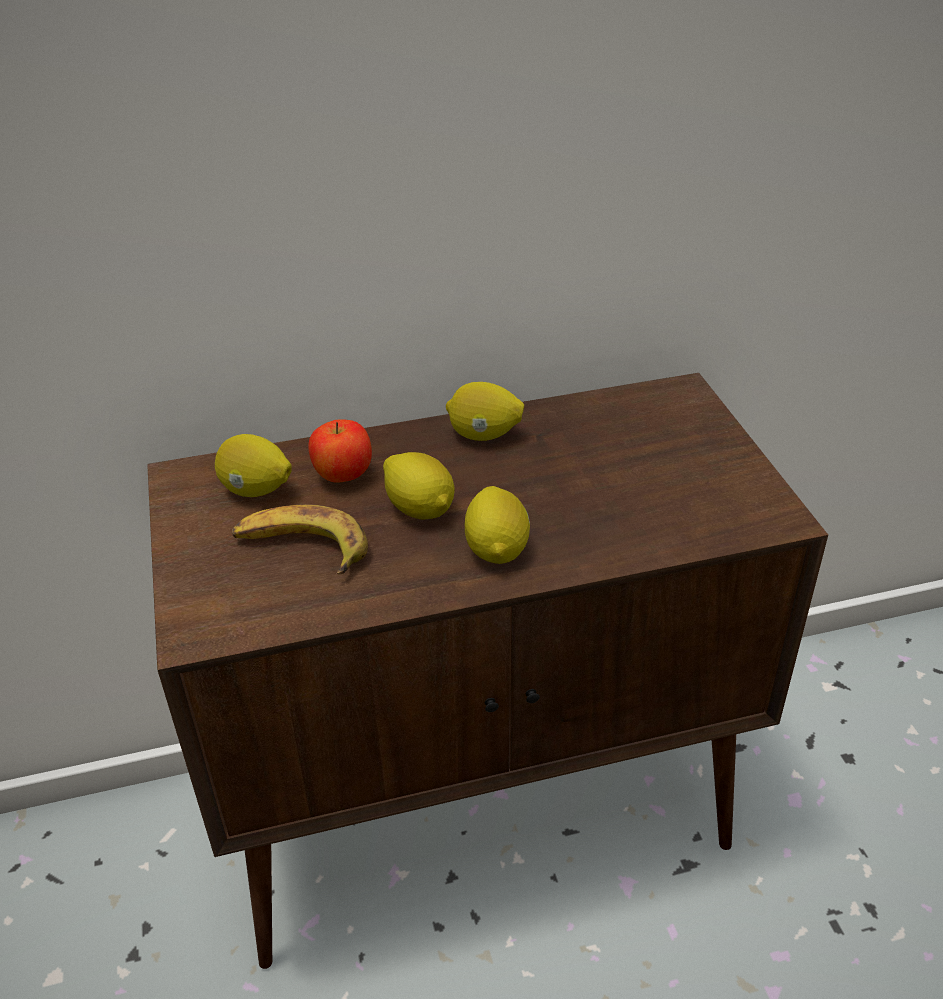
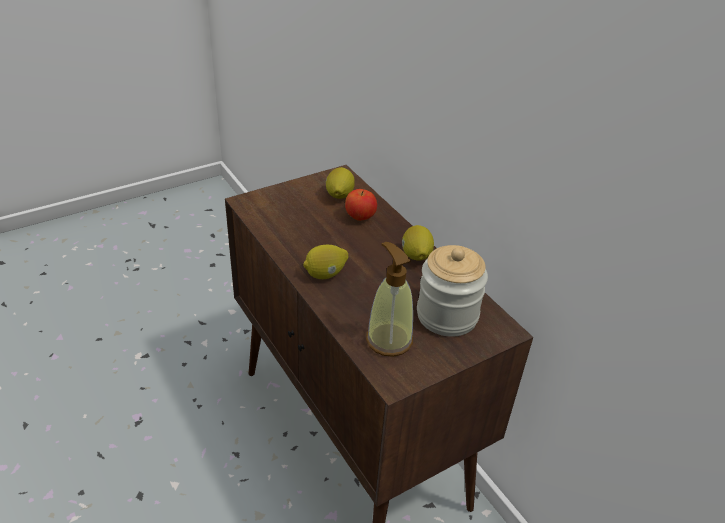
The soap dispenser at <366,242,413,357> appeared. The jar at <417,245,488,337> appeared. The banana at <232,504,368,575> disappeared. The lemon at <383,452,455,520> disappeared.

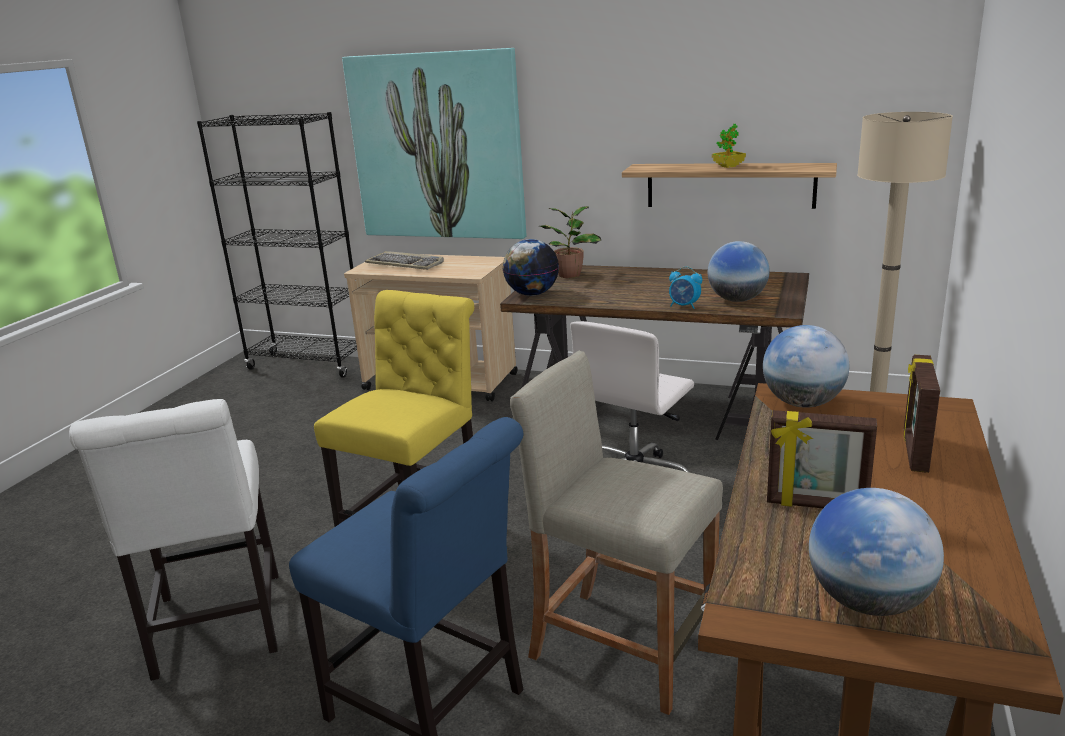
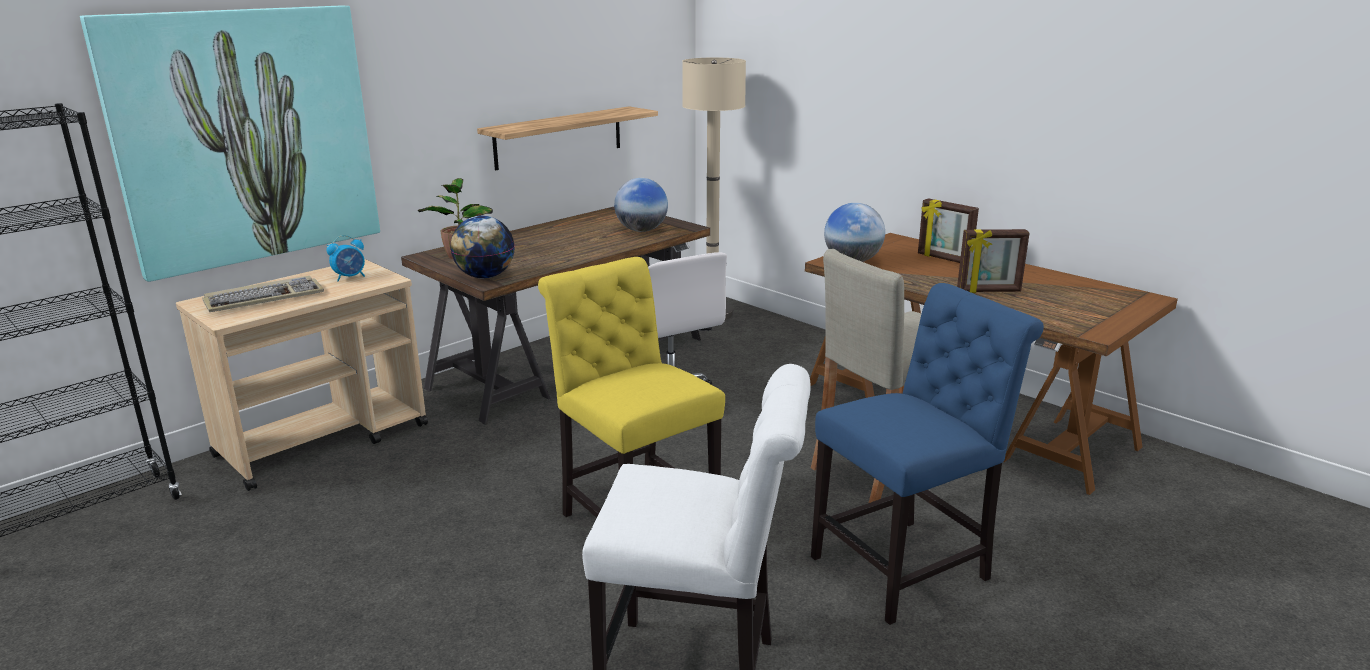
The alarm clock moved from <669,266,702,309> to <327,235,365,281>. The picture frame at <767,410,877,509> turned 45 degrees clockwise. The potted plant at <712,124,746,168> disappeared. The globe at <809,488,944,616> disappeared.

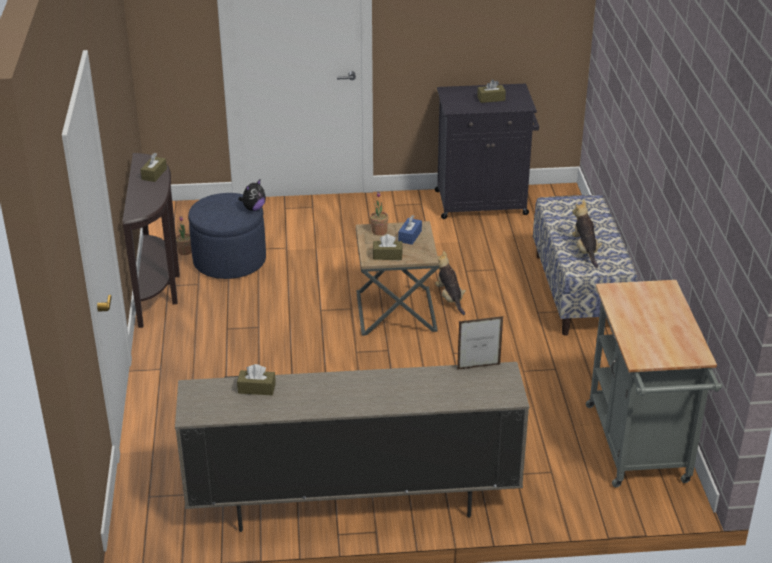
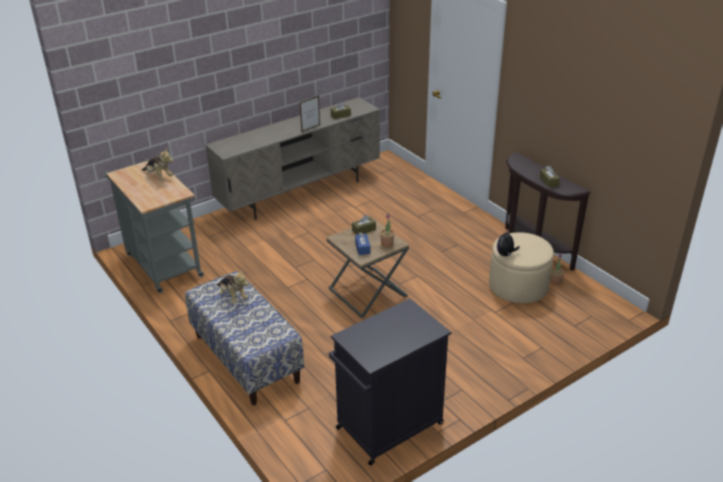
The plush toy moved from <435,251,466,315> to <142,149,173,180>. The picture frame moved from <457,316,503,370> to <300,96,320,133>. The blue ottoman at <188,193,266,279> became the beige ottoman at <489,232,554,303>. The brown tissue box at <477,79,506,103> disappeared.

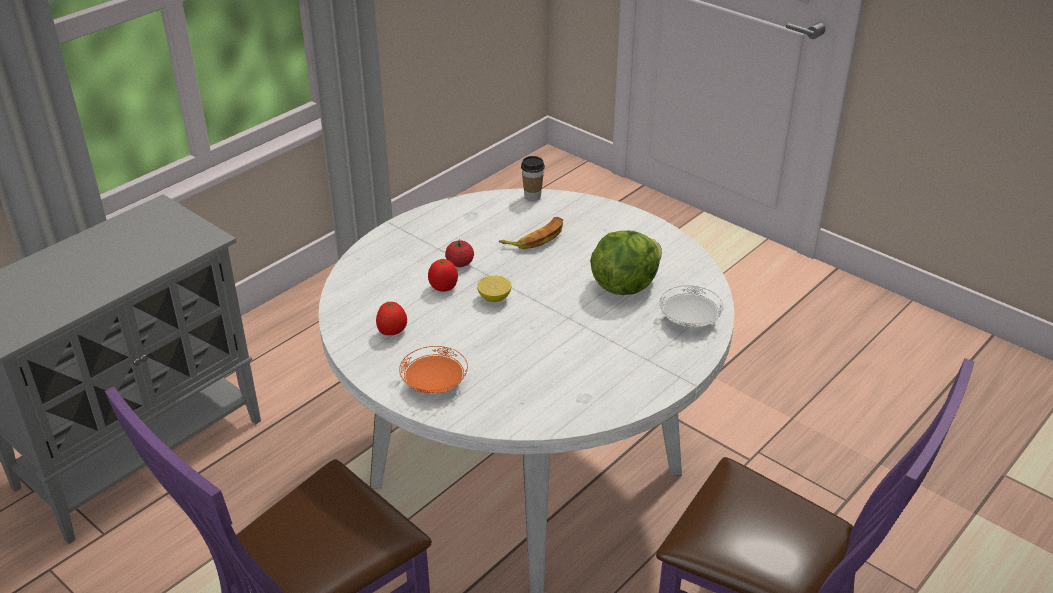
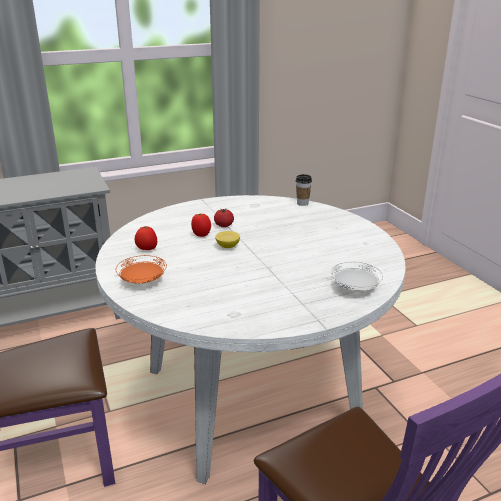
The banana at <499,217,563,249> disappeared. The lettuce at <590,231,662,295> disappeared.

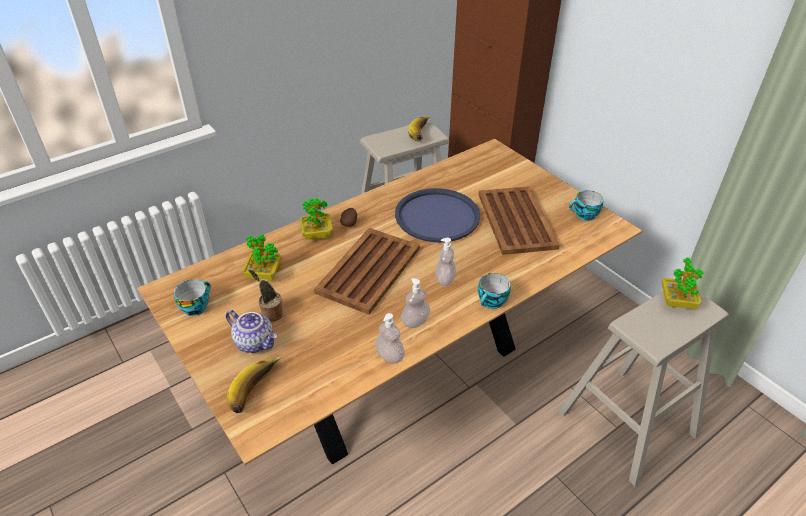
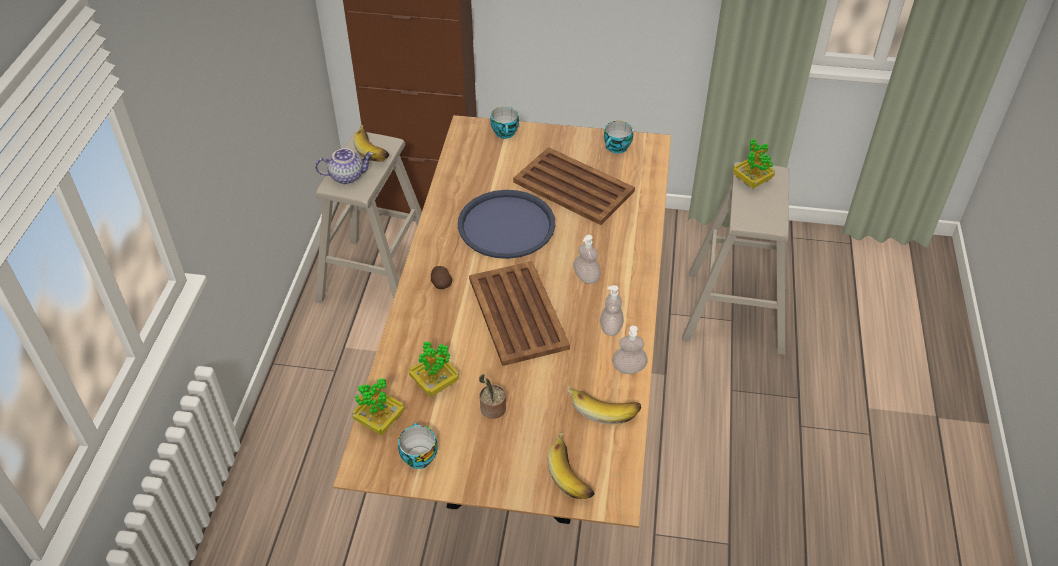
The teapot moved from <226,310,277,353> to <315,148,373,184>. The potted plant moved from <300,198,333,240> to <352,378,404,435>. The cup moved from <478,273,510,309> to <490,107,519,139>. The banana at <567,385,641,425> appeared.

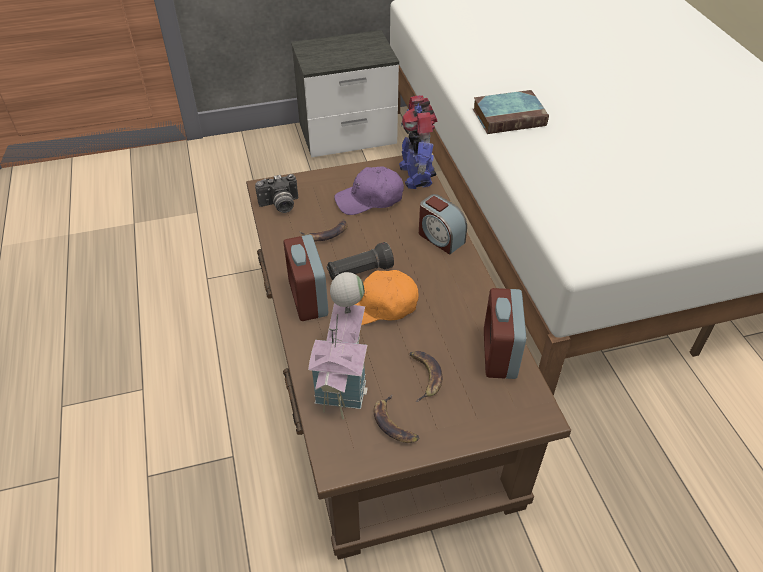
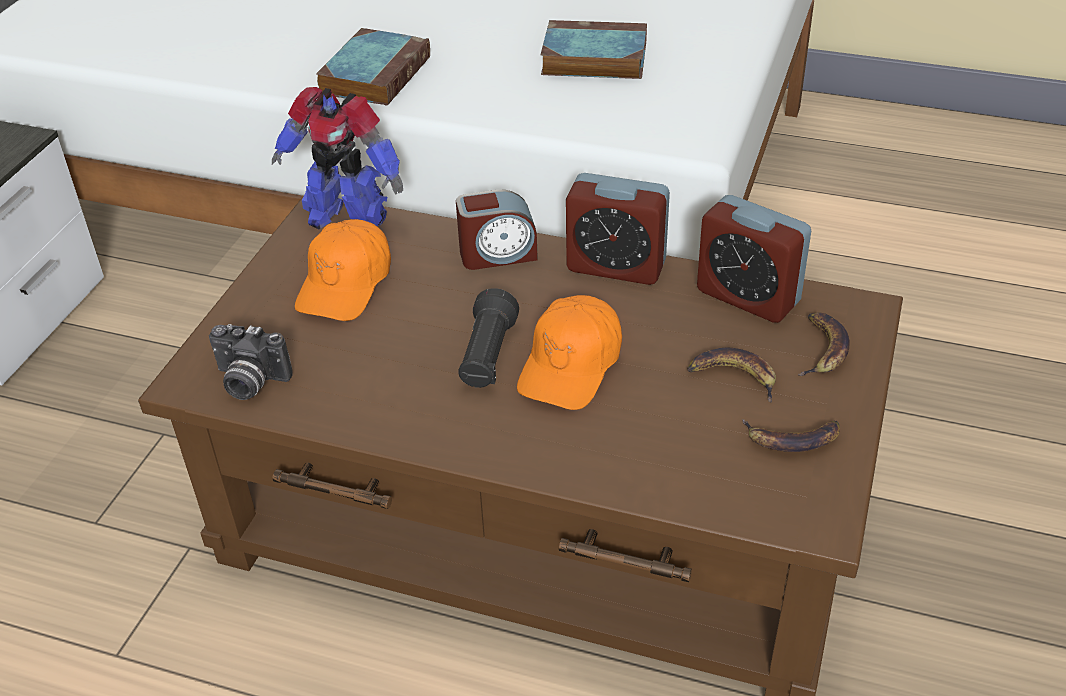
The photo camera at <255,174,298,213> turned 90 degrees clockwise. The purple cap at <334,166,404,215> became the orange cap at <295,219,391,321>. The book at <541,20,647,79> appeared. The alarm clock moved from <284,235,328,321> to <566,173,670,285>. The banana moved from <300,219,348,241> to <798,313,850,376>. The toy house at <308,272,368,419> disappeared.

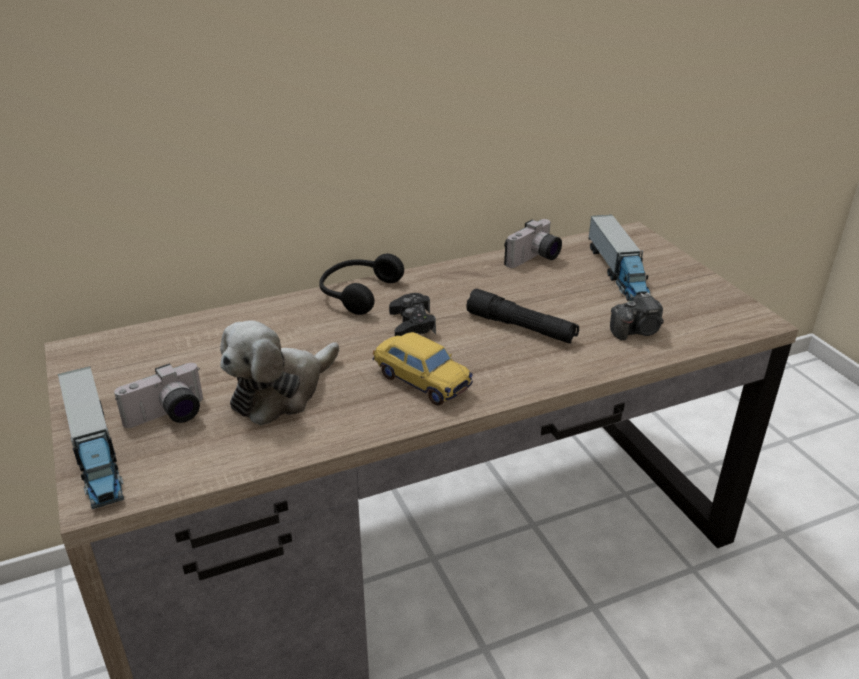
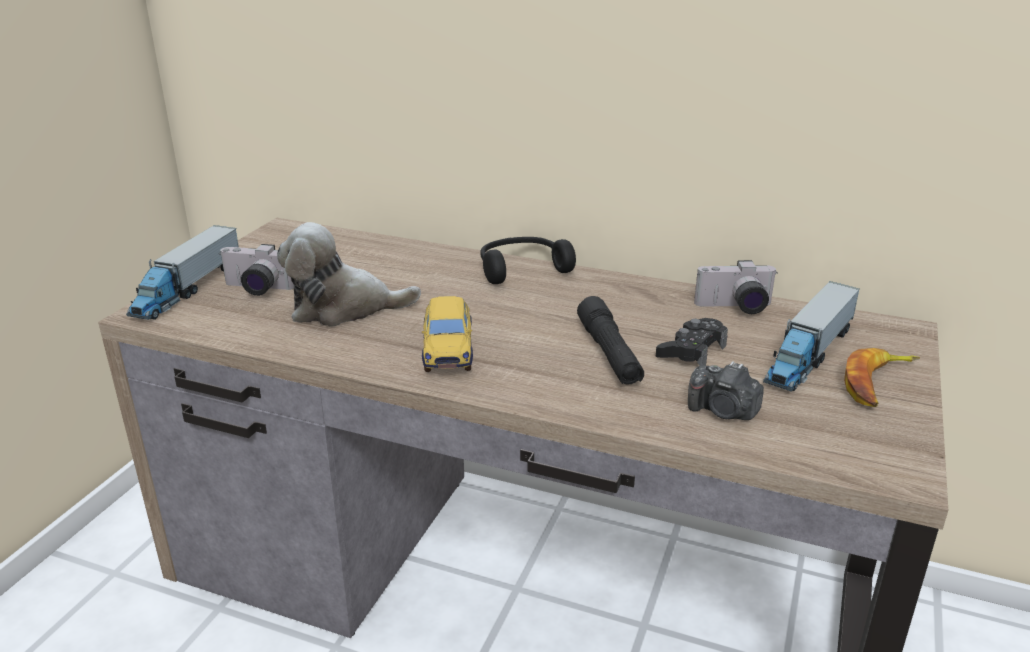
The black game controller moved from <389,293,436,336> to <656,318,728,366>. The banana at <844,348,920,407> appeared.

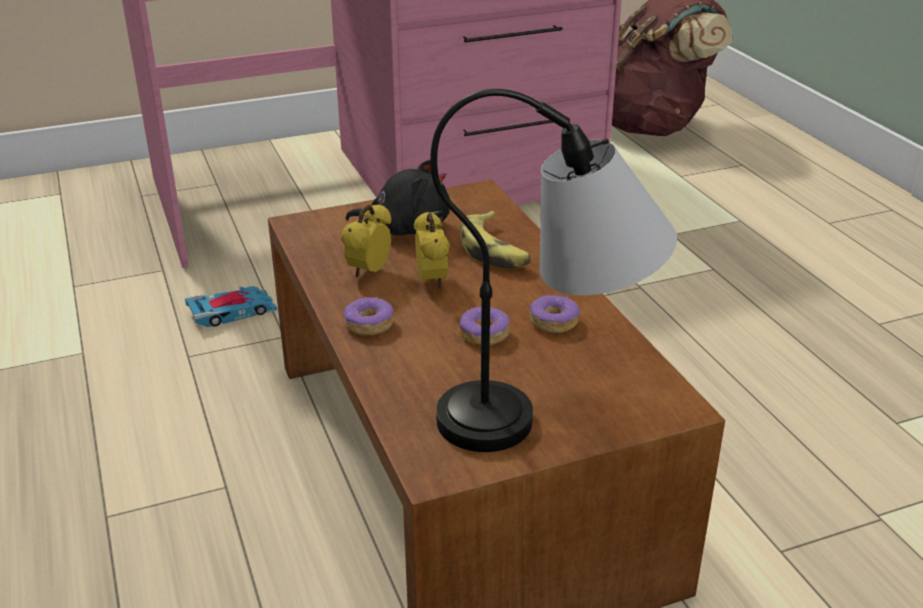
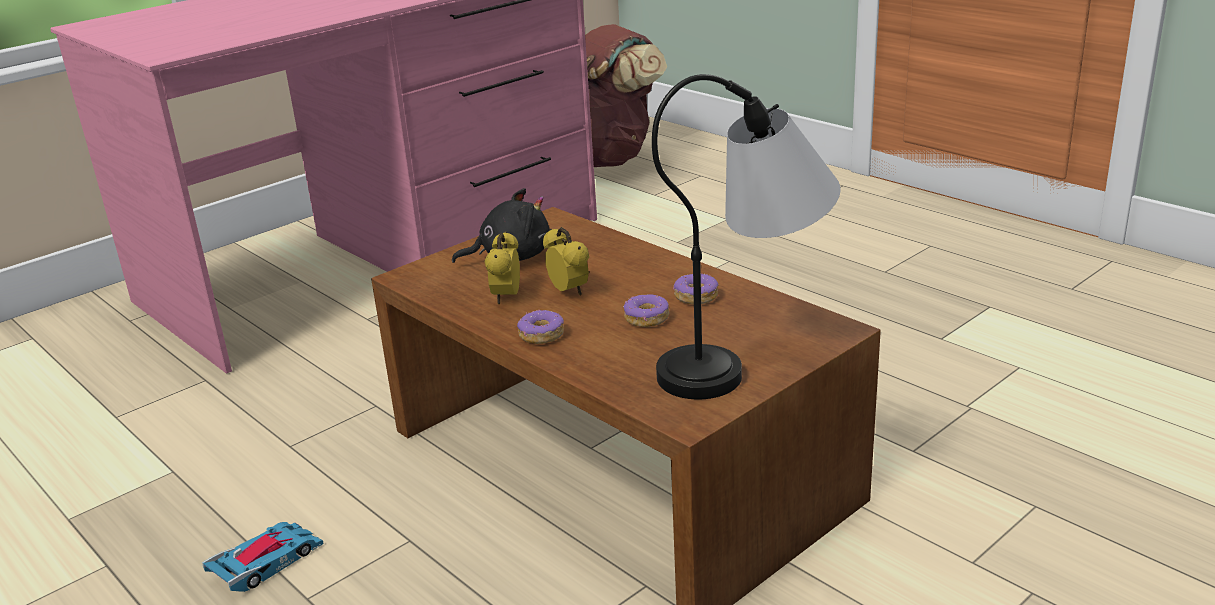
The toy car moved from <185,286,277,327> to <202,522,324,592>. The banana at <460,211,532,268> disappeared.

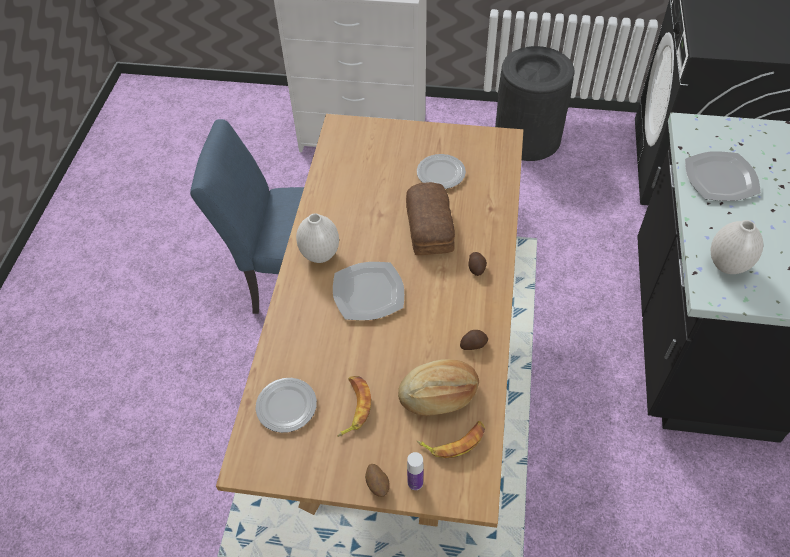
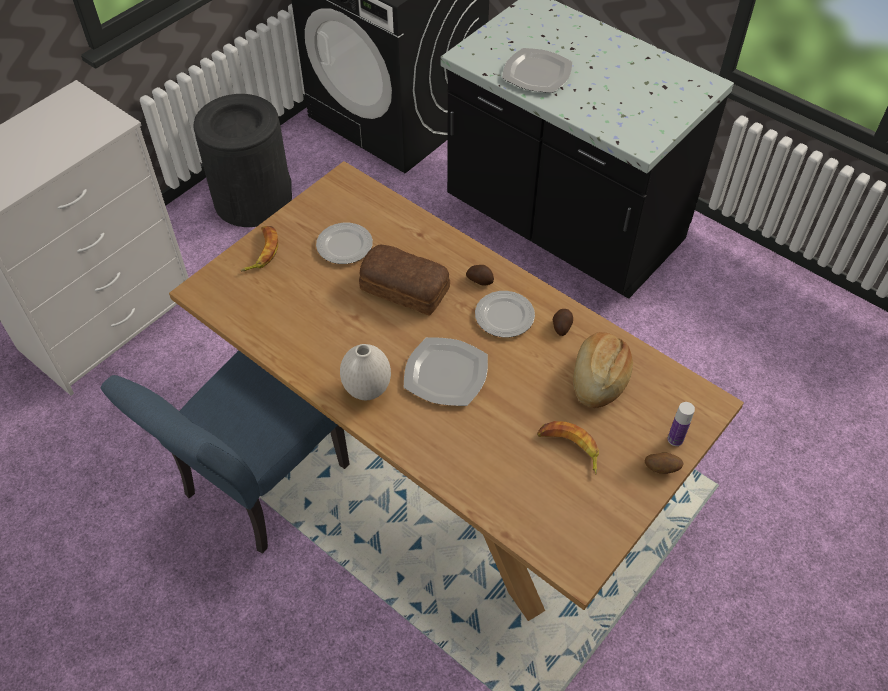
The banana moved from <416,421,485,458> to <240,226,278,271>. The plate moved from <255,378,317,433> to <475,291,535,337>. The white vase at <711,220,763,274> disappeared.

